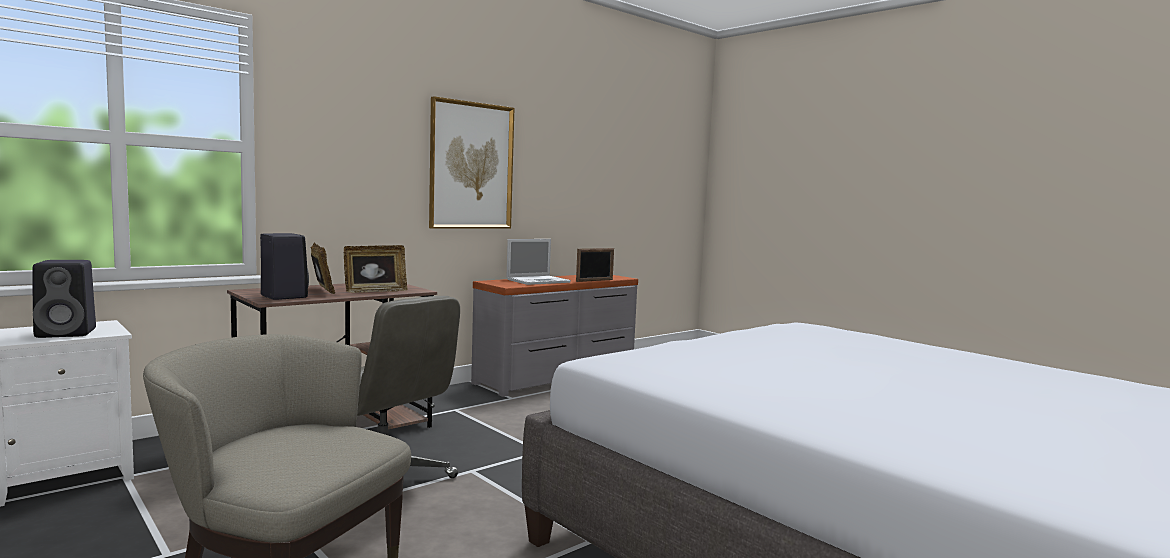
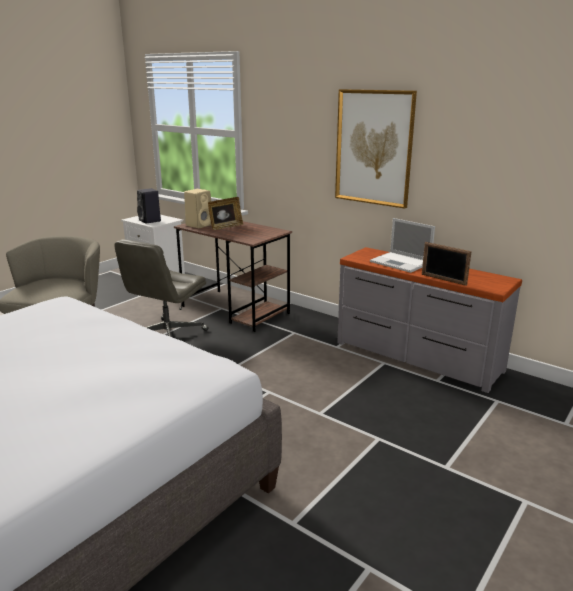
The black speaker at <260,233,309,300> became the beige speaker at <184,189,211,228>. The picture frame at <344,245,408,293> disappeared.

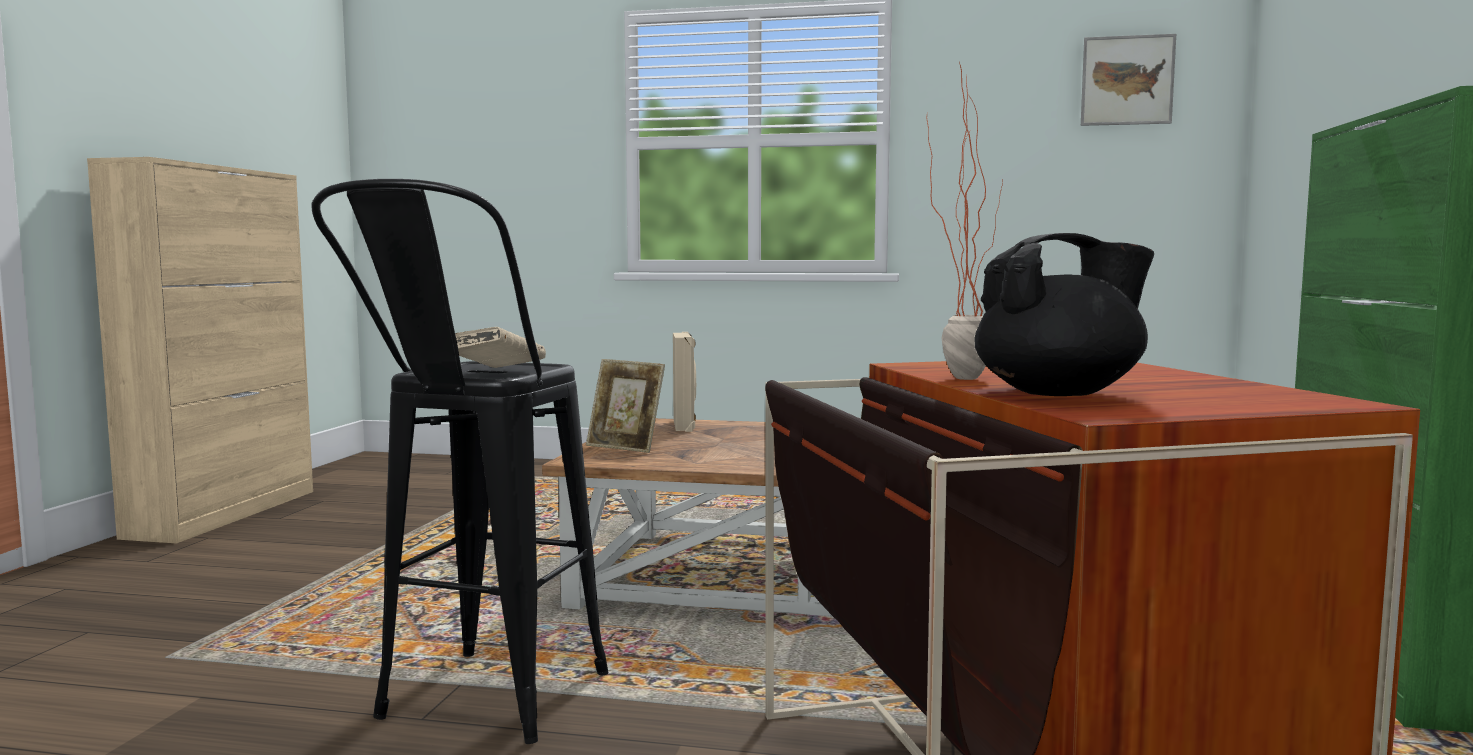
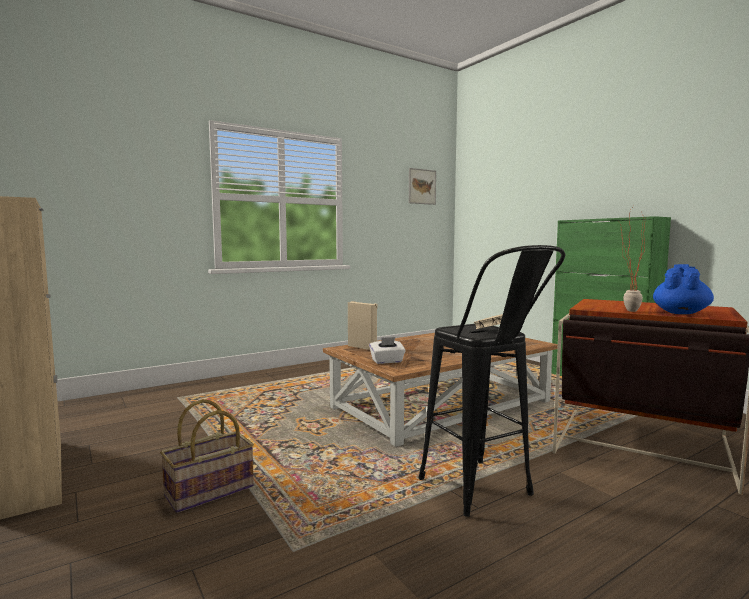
The basket at <160,399,254,513> appeared. The picture frame at <586,359,665,453> was replaced by the white tissue box at <369,337,406,364>. The black teapot at <974,233,1154,396> became the blue teapot at <653,264,714,314>.

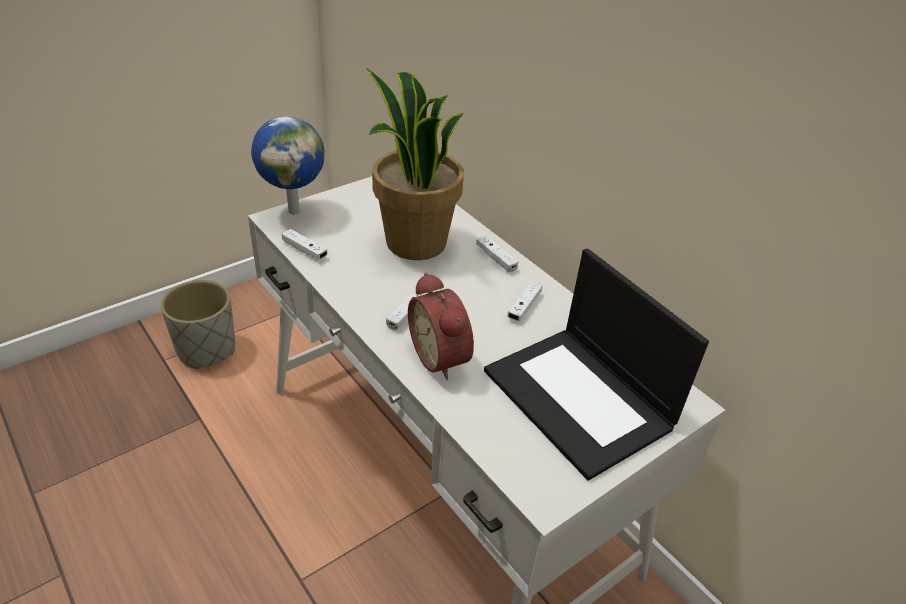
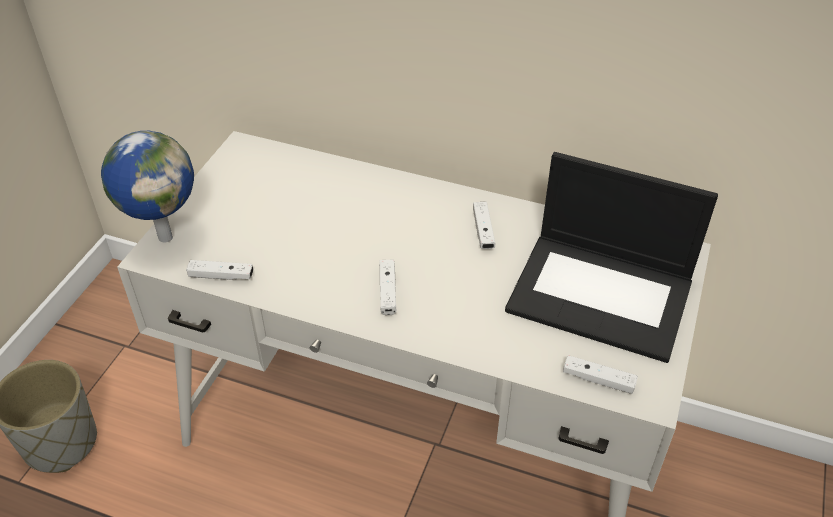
The white game controller moved from <476,235,518,272> to <563,355,638,394>. The potted plant at <366,68,464,260> disappeared. The alarm clock at <408,272,474,380> disappeared.

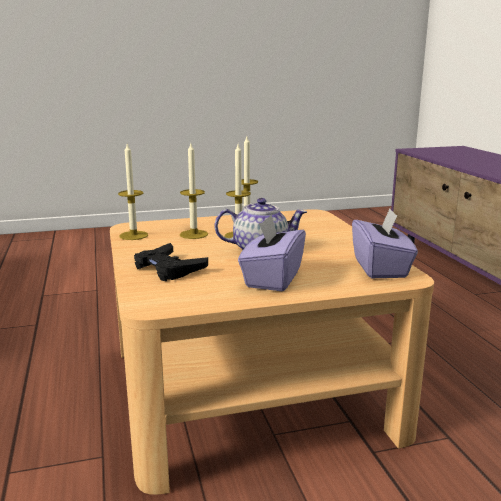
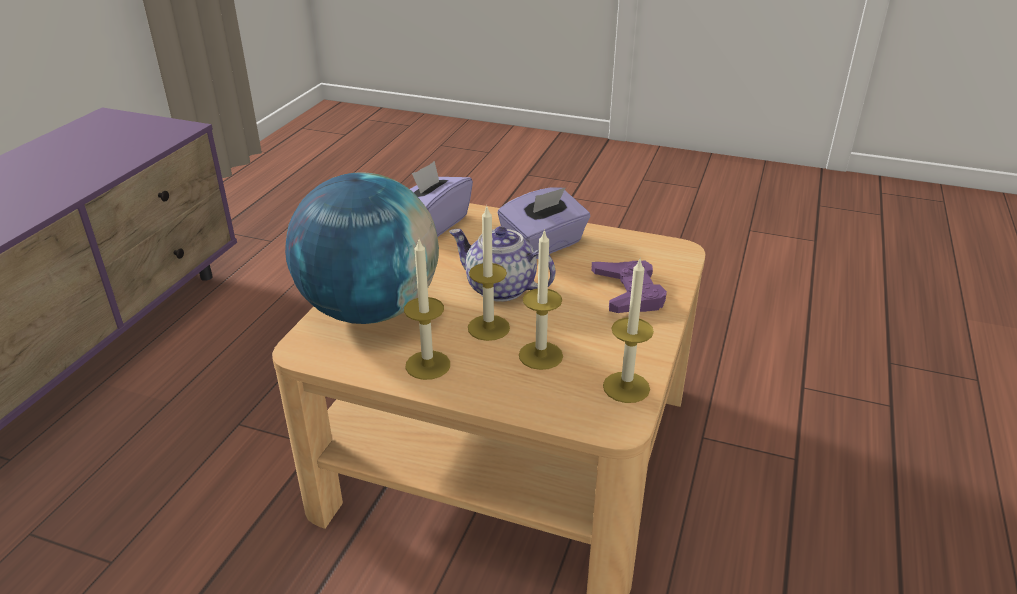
The globe at <285,172,439,324> appeared. The black game controller at <134,243,208,281> became the purple game controller at <591,260,667,313>.

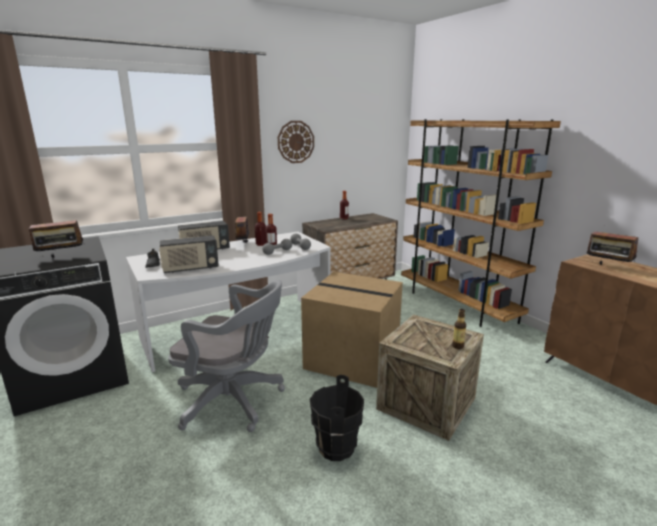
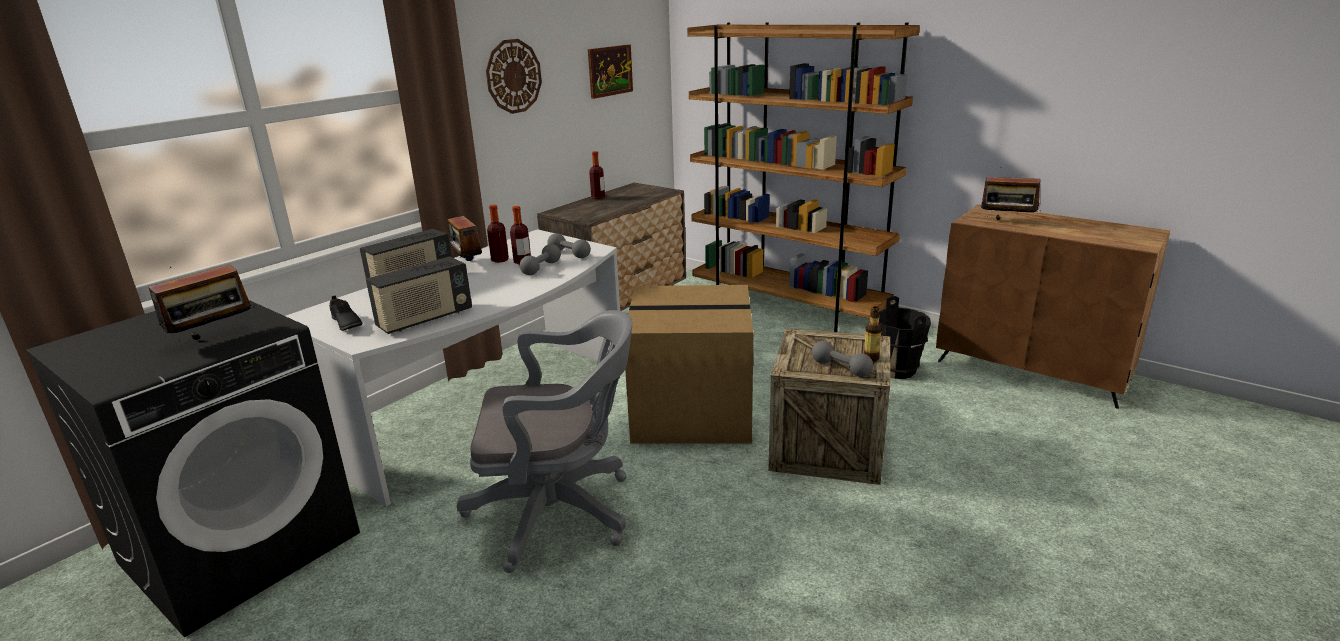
The picture at <588,44,633,99> appeared. The grey dumbbell at <812,341,873,377> appeared. The black bucket moved from <310,375,364,461> to <879,296,931,379>.

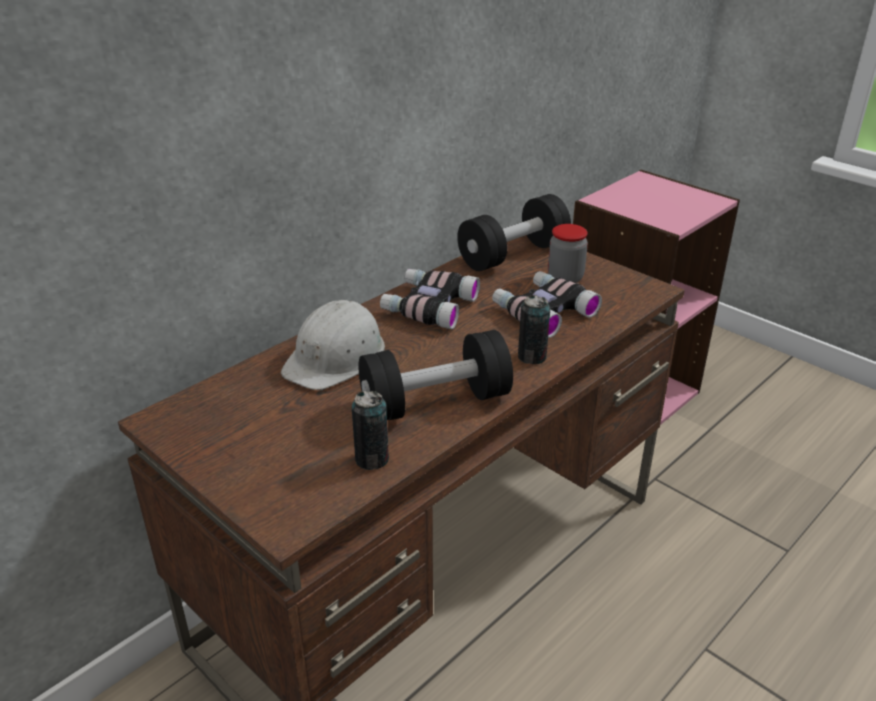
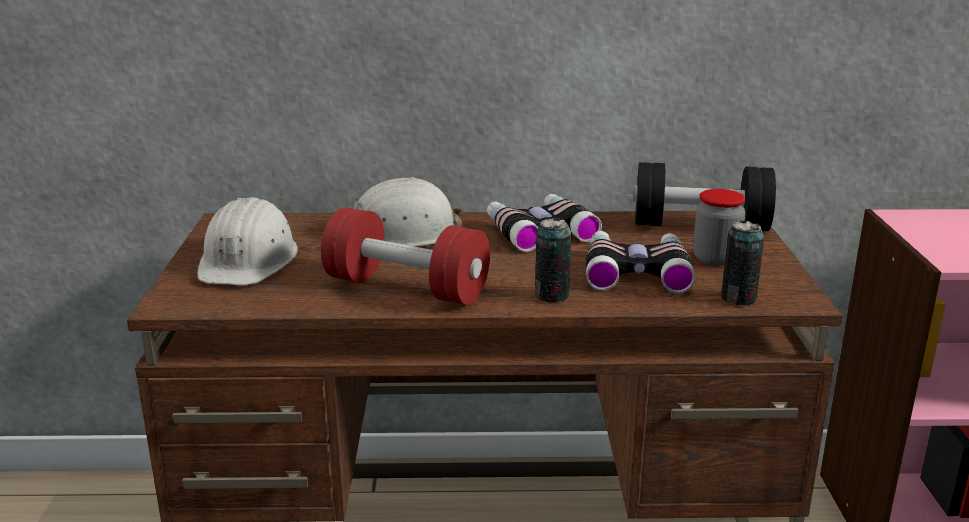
The white hard hat at <197,197,298,285> appeared. The black dumbbell at <359,330,513,420> became the red dumbbell at <321,207,490,305>. The can moved from <352,390,389,470> to <721,220,764,306>.

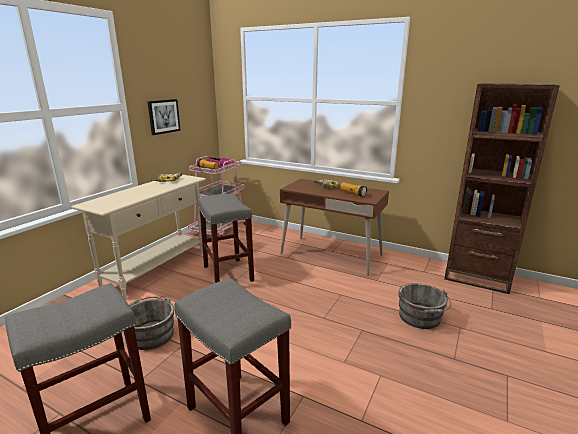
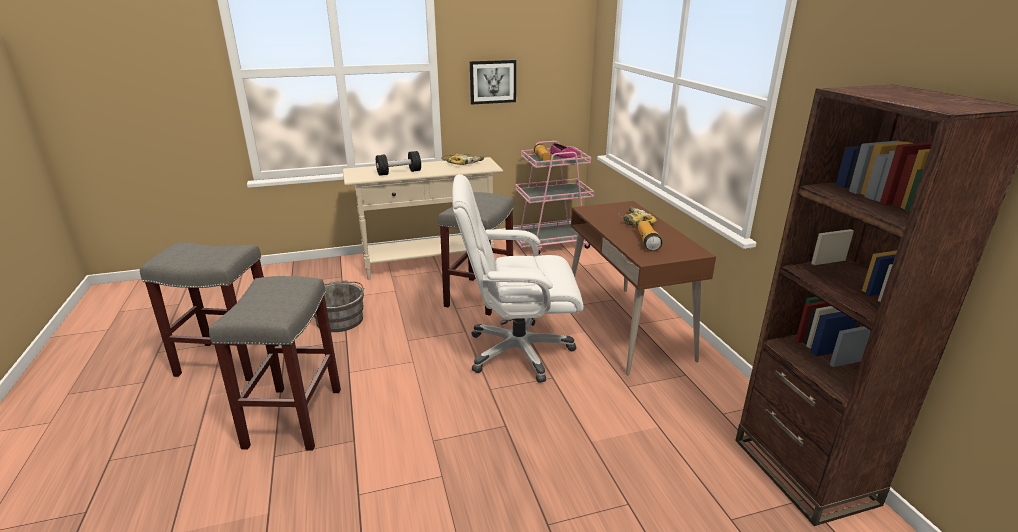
The black dumbbell at <376,151,421,176> appeared. The white office chair at <452,174,584,383> appeared. The grey bucket at <398,283,451,329> disappeared.

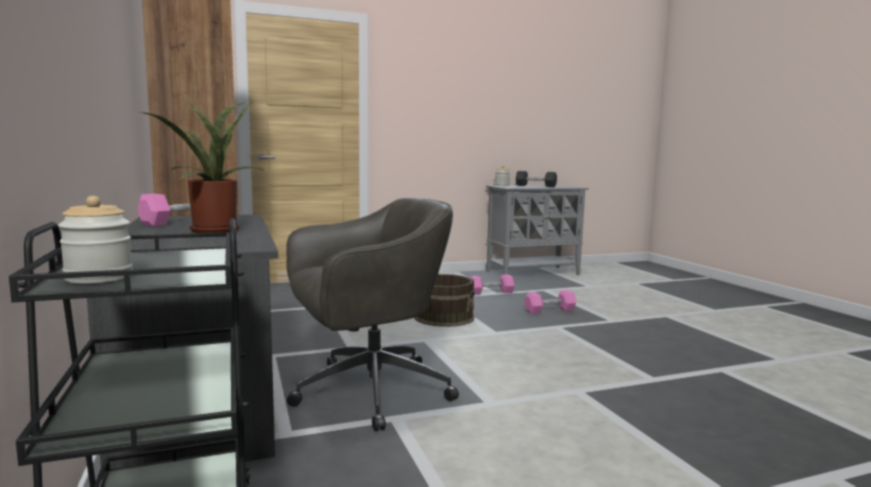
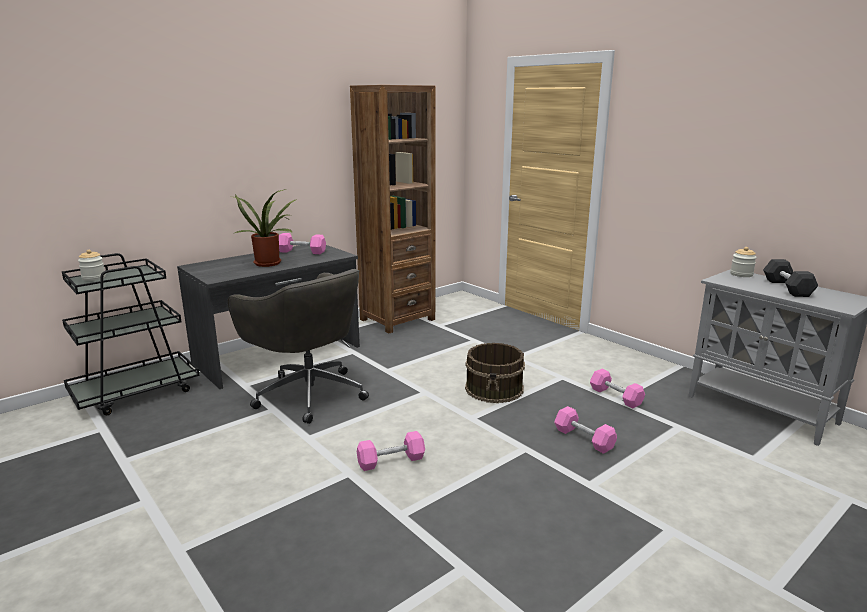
The pink dumbbell at <357,431,425,471> appeared.

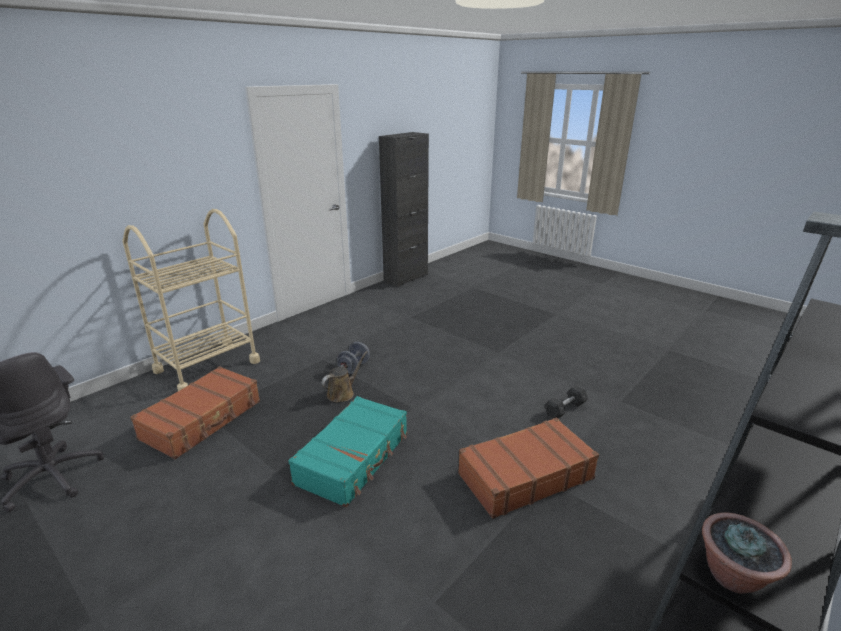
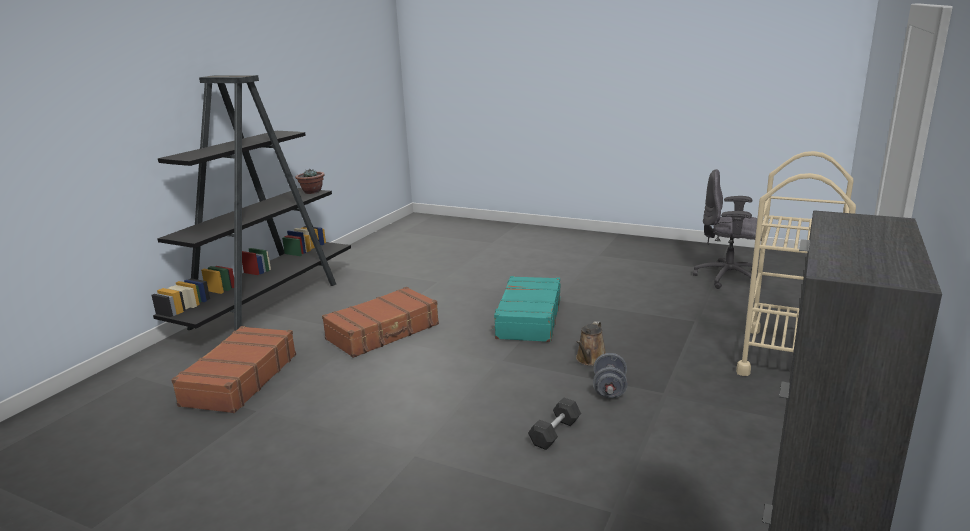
The brown suitcase moved from <130,366,260,459> to <171,326,296,413>. The grey dumbbell moved from <544,385,588,418> to <528,398,581,450>.

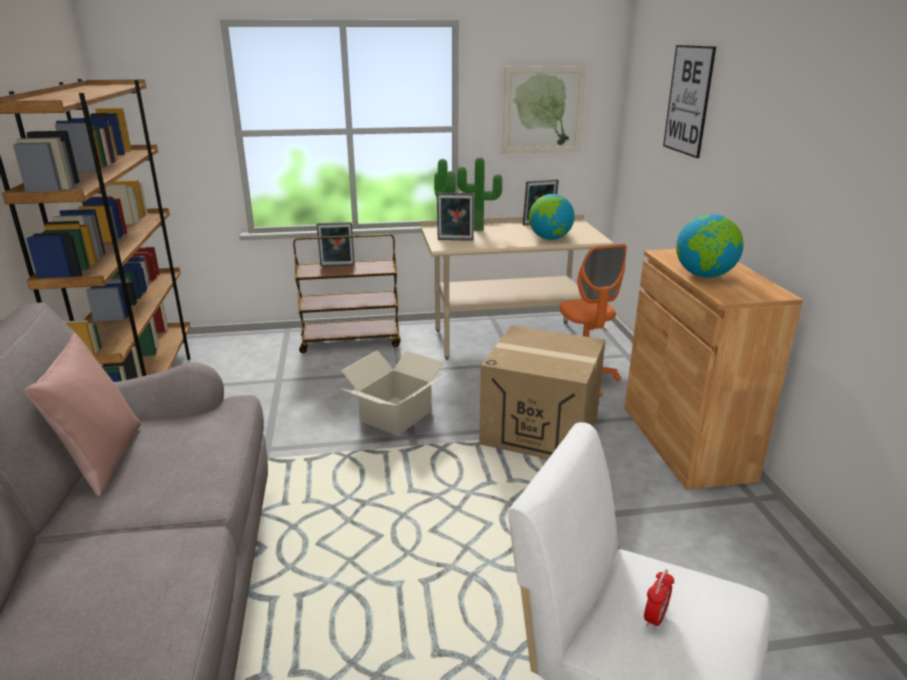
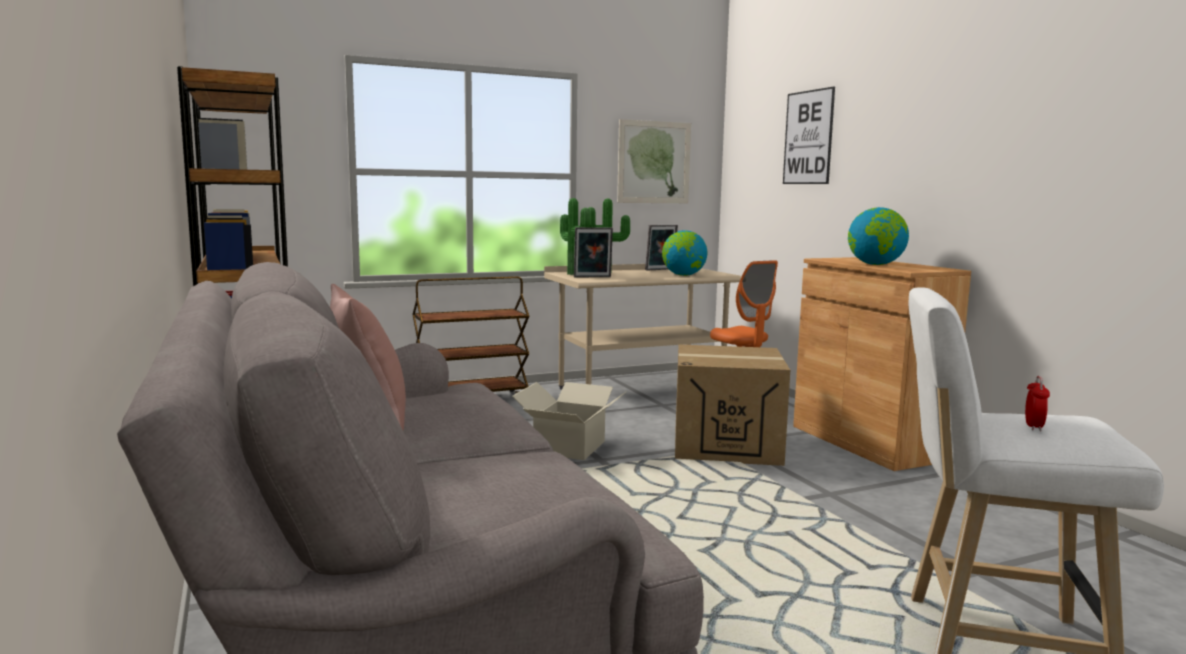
The picture frame at <316,222,355,267> disappeared.

